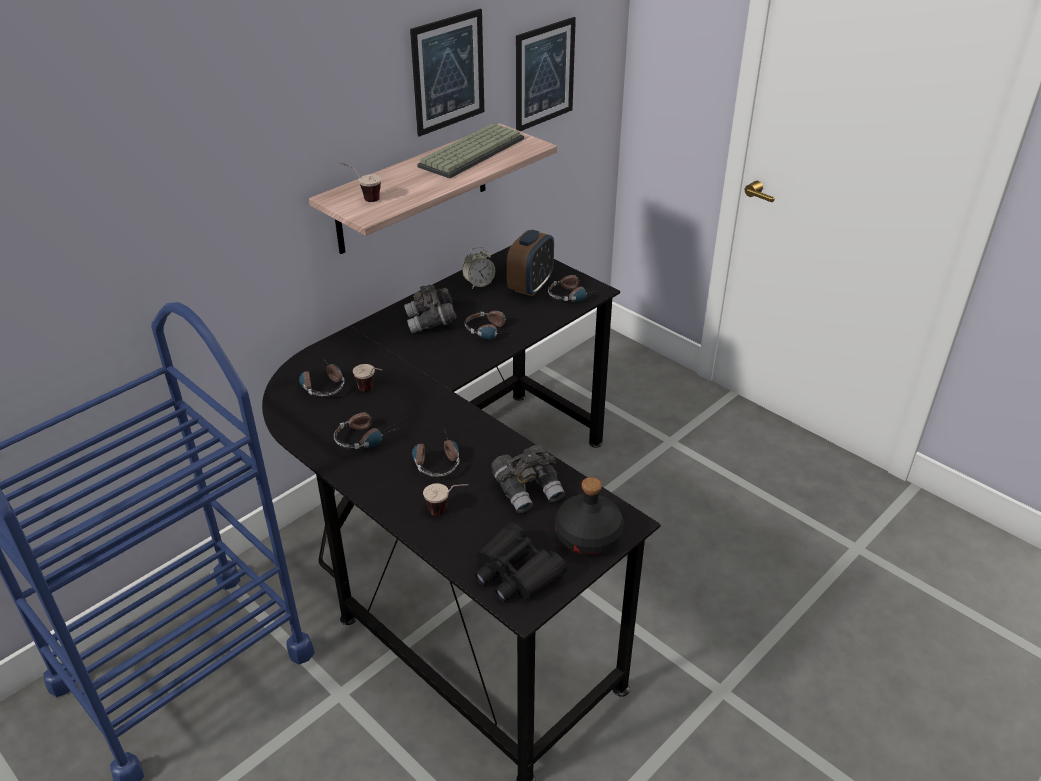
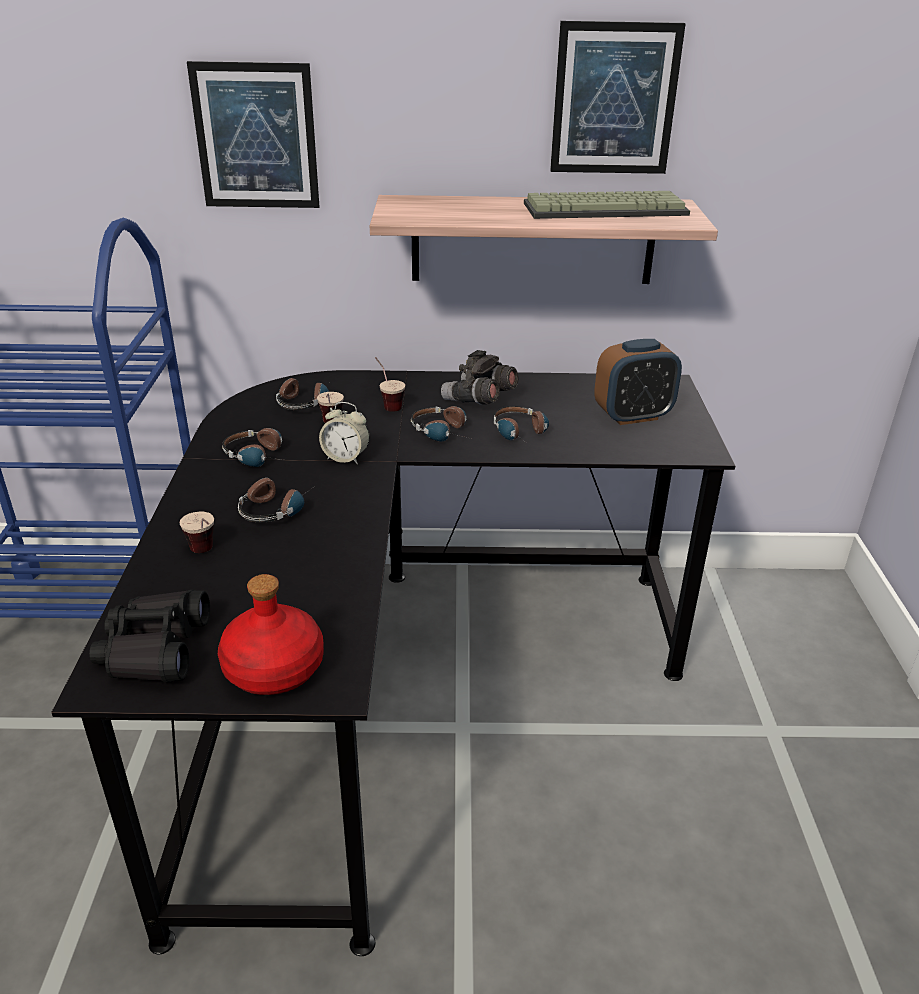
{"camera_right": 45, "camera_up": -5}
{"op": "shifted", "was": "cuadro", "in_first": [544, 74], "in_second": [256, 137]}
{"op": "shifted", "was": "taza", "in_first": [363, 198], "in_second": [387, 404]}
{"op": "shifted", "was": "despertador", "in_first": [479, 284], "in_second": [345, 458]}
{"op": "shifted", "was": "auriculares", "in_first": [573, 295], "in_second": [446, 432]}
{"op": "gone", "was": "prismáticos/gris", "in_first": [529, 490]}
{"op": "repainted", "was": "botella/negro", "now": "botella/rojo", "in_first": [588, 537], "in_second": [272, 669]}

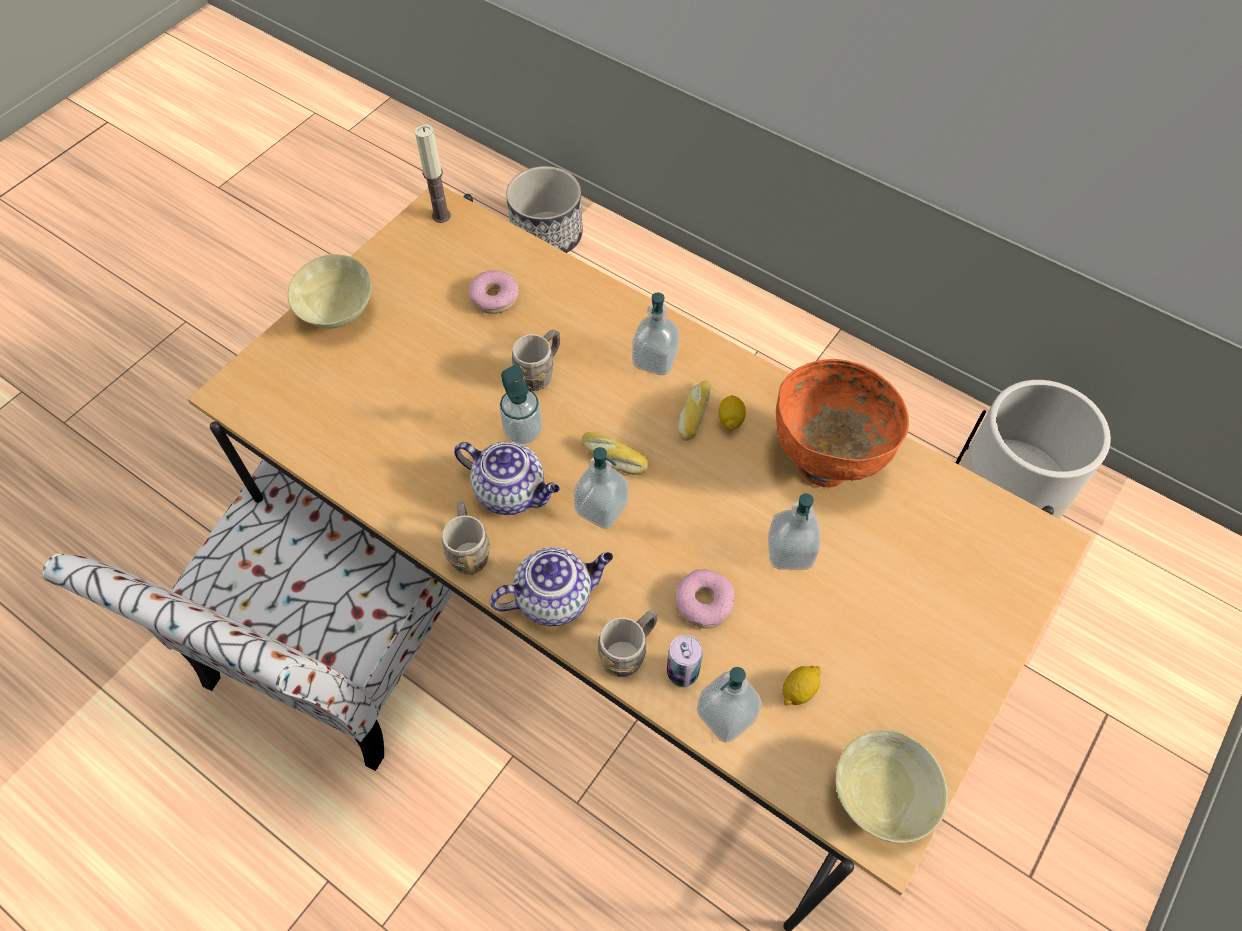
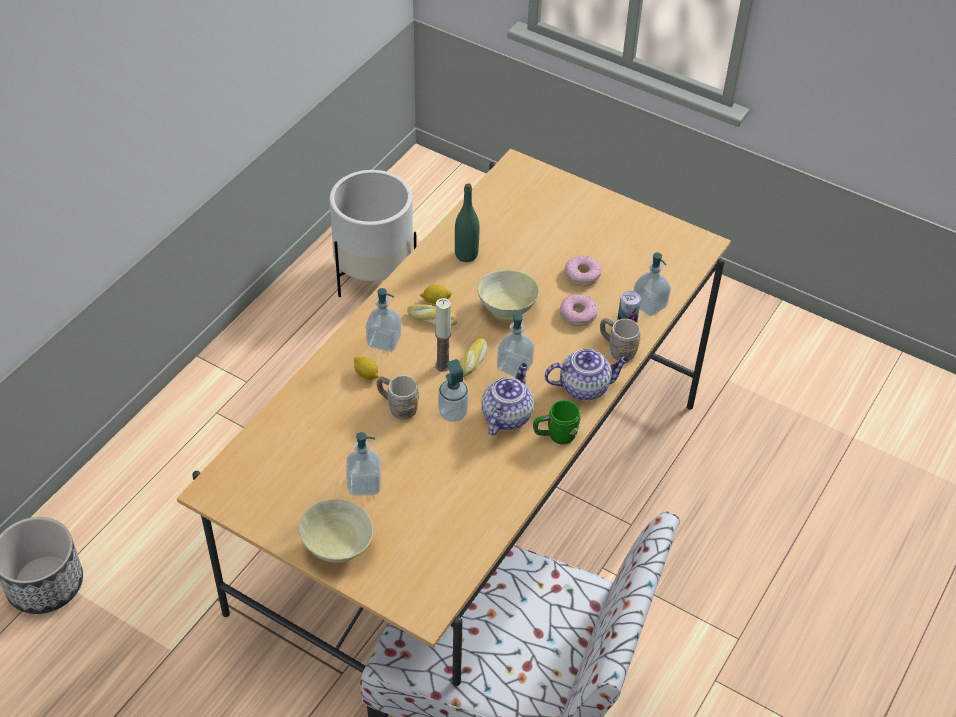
{"camera_right": -95, "camera_up": -10}
{"op": "shifted", "was": "vela", "in_first": [441, 216], "in_second": [442, 365]}
{"op": "shifted", "was": "rosquilla", "in_first": [494, 297], "in_second": [581, 275]}
{"op": "swapped", "was": "cuenco/naranja", "now": "botella/verde", "in_first": [826, 460], "in_second": [466, 255]}
{"op": "shifted", "was": "dispensador de jabón", "in_first": [790, 552], "in_second": [364, 484]}
{"op": "repainted", "was": "taza grande/gris", "now": "taza grande/verde", "in_first": [469, 549], "in_second": [555, 435]}
{"op": "rotated", "was": "tetera", "in_first": [555, 597], "in_second": [585, 387], "clockwise": 105}
{"op": "shifted", "was": "limón", "in_first": [799, 690], "in_second": [366, 374]}
{"op": "shifted", "was": "cuenco/beis", "in_first": [881, 799], "in_second": [508, 309]}

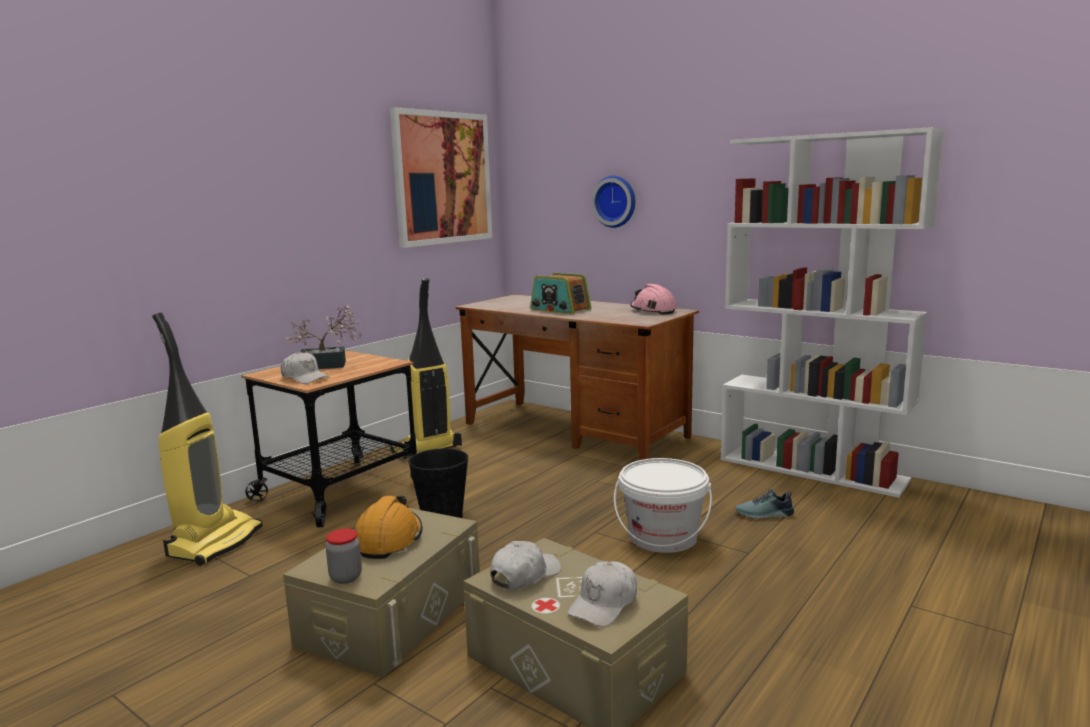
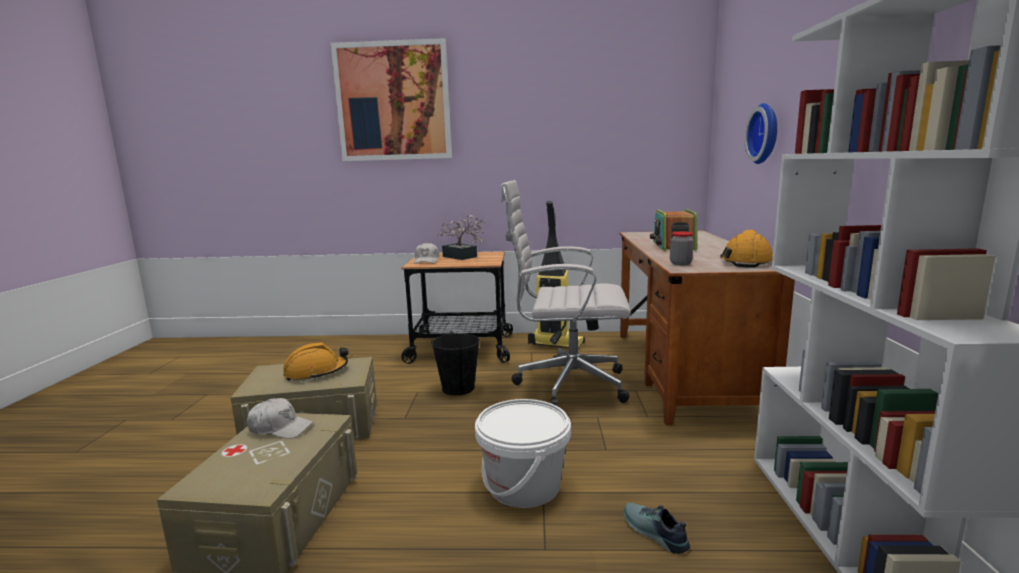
{"camera_right": 55, "camera_up": 0}
{"op": "shifted", "was": "cuadro", "in_first": [443, 178], "in_second": [393, 102]}
{"op": "repainted", "was": "casco/rosa", "now": "casco/naranja", "in_first": [653, 310], "in_second": [747, 261]}
{"op": "gone", "was": "aspiradora", "in_first": [215, 542]}
{"op": "shifted", "was": "tarro", "in_first": [345, 577], "in_second": [680, 263]}
{"op": "gone", "was": "gorra/blanco", "in_first": [604, 604]}
{"op": "new", "now": "silla de oficina/blanco", "in_second": [566, 385]}

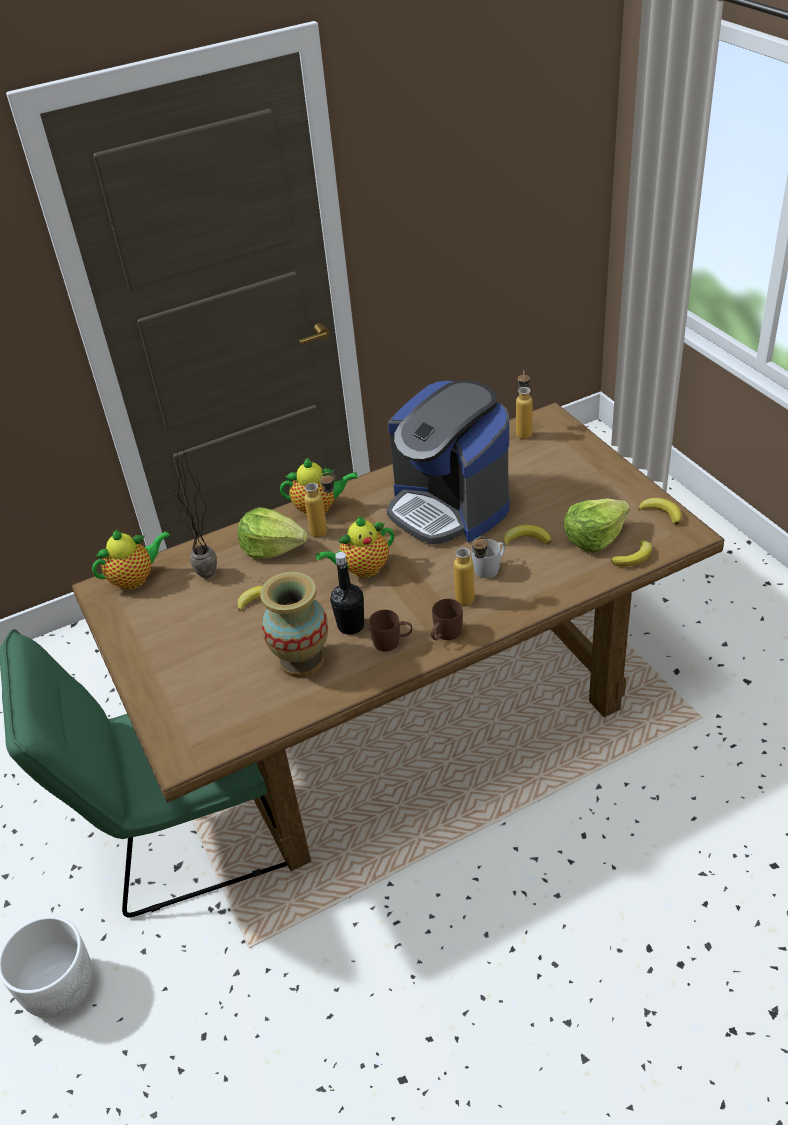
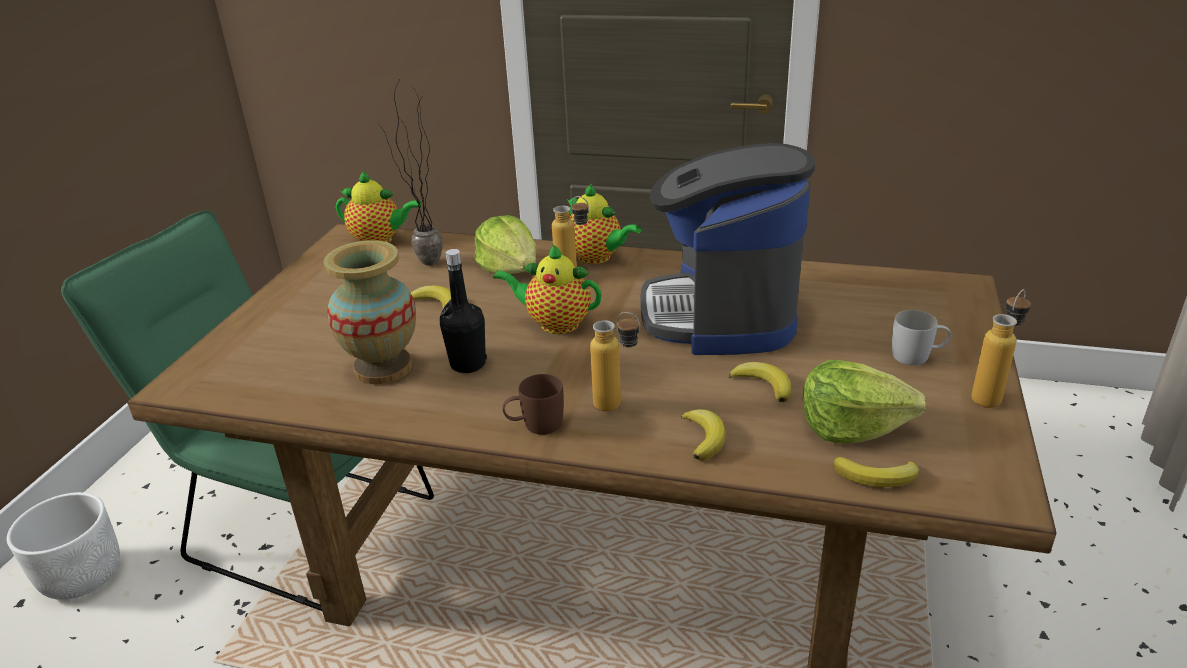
{"camera_right": 40, "camera_up": -10}
{"op": "shifted", "was": "botella", "in_first": [523, 431], "in_second": [991, 395]}
{"op": "shifted", "was": "plátano", "in_first": [661, 513], "in_second": [704, 437]}
{"op": "shifted", "was": "taza grande/blanco", "in_first": [490, 568], "in_second": [917, 356]}
{"op": "gone", "was": "taza grande/marrón", "in_first": [392, 642]}

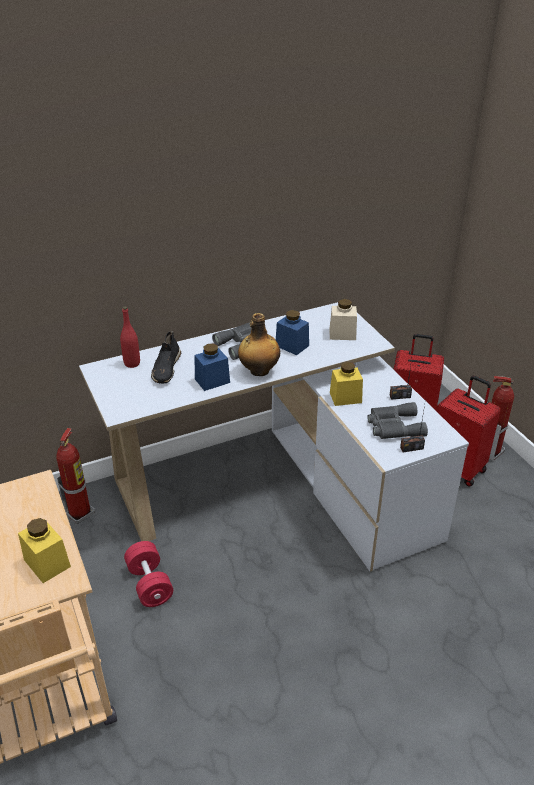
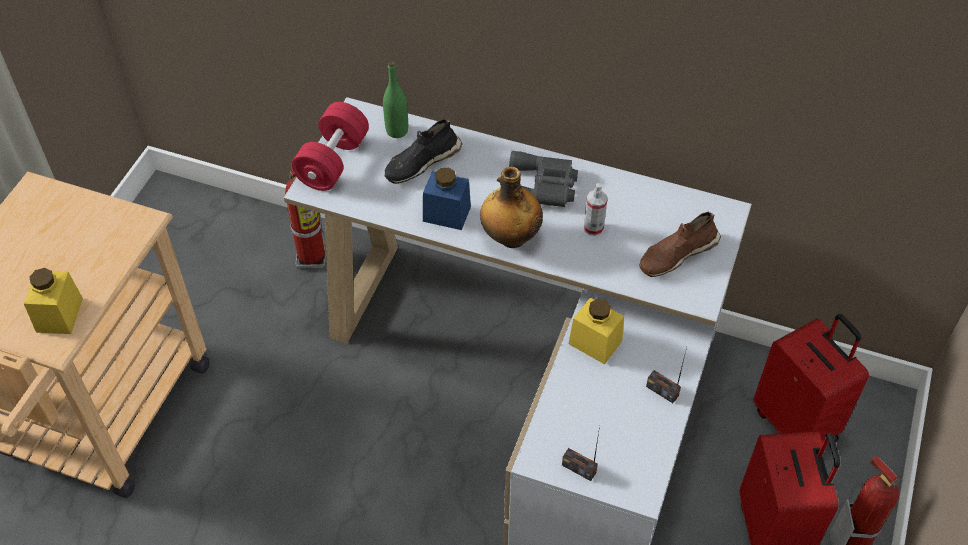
{"camera_right": 45, "camera_up": 15}
{"op": "swapped", "was": "tarro/beis", "now": "zapato/marrón", "in_first": [342, 334], "in_second": [677, 254]}
{"op": "repainted", "was": "botella/rojo", "now": "botella/verde", "in_first": [132, 363], "in_second": [397, 131]}
{"op": "swapped", "was": "tarro/azul", "now": "pulverizador", "in_first": [292, 346], "in_second": [593, 228]}
{"op": "gone", "was": "prismáticos/gris", "in_first": [393, 426]}
{"op": "shifted", "was": "mancuerna/rojo", "in_first": [149, 584], "in_second": [333, 162]}

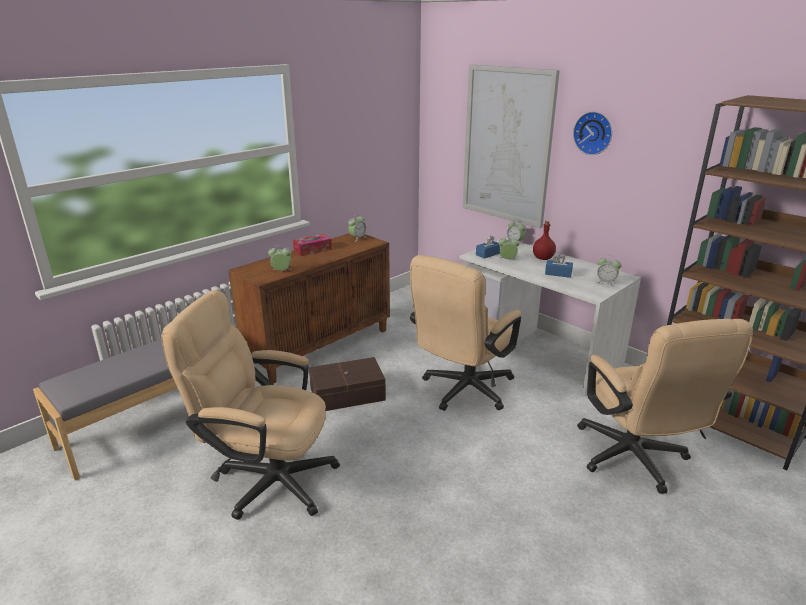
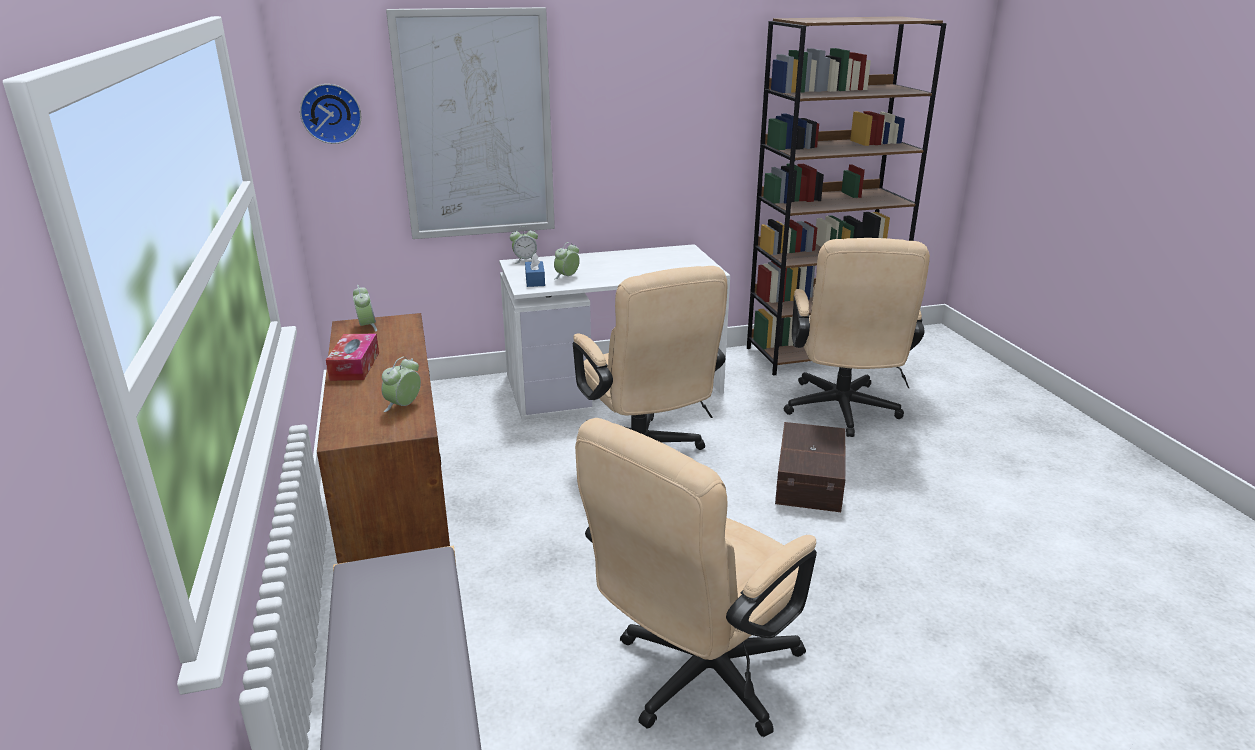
{"camera_right": -60, "camera_up": 0}
{"op": "shifted", "was": "reloj de pared", "in_first": [594, 133], "in_second": [331, 113]}
{"op": "gone", "was": "botella/rojo", "in_first": [542, 258]}
{"op": "gone", "was": "caja de pañuelos/azul", "in_first": [558, 273]}
{"op": "gone", "was": "despertador", "in_first": [606, 282]}
{"op": "rotated", "was": "silla de oficina/beis", "in_first": [636, 461], "in_second": [842, 413], "clockwise": 75}
{"op": "shifted", "was": "caja de almacenaje/marrón", "in_first": [348, 394], "in_second": [811, 480]}

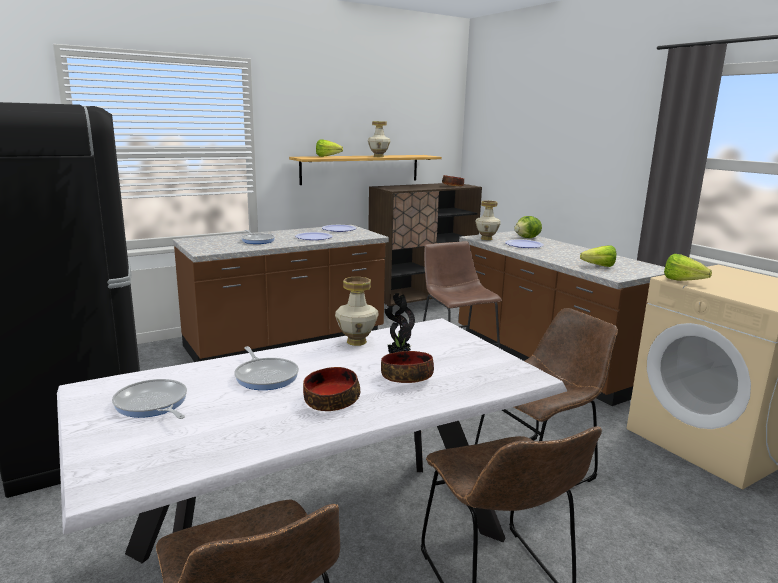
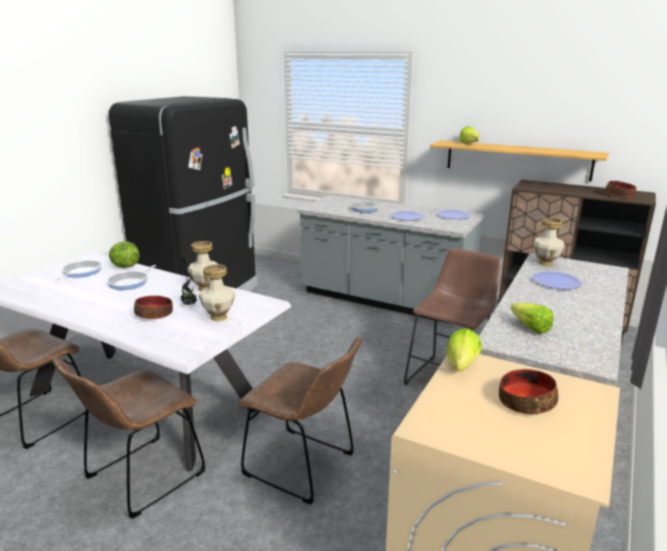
{"camera_right": 60, "camera_up": 5}
{"op": "shifted", "was": "florero", "in_first": [379, 156], "in_second": [219, 317]}
{"op": "shifted", "was": "lechuga", "in_first": [527, 238], "in_second": [125, 266]}
{"op": "repainted", "was": "mueble bajo de cocina/marrón", "now": "mueble bajo de cocina/gris", "in_first": [286, 341], "in_second": [385, 300]}
{"op": "shifted", "was": "cuenco", "in_first": [331, 400], "in_second": [526, 402]}

